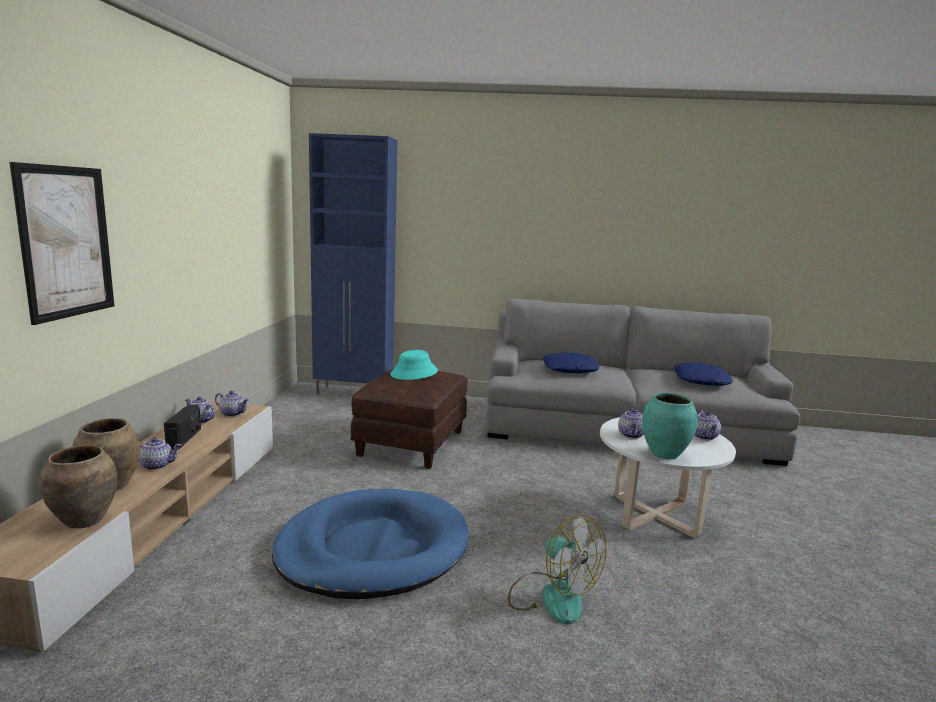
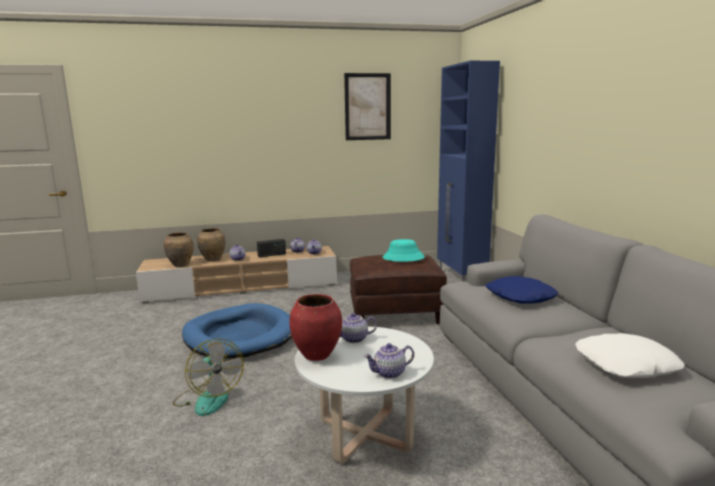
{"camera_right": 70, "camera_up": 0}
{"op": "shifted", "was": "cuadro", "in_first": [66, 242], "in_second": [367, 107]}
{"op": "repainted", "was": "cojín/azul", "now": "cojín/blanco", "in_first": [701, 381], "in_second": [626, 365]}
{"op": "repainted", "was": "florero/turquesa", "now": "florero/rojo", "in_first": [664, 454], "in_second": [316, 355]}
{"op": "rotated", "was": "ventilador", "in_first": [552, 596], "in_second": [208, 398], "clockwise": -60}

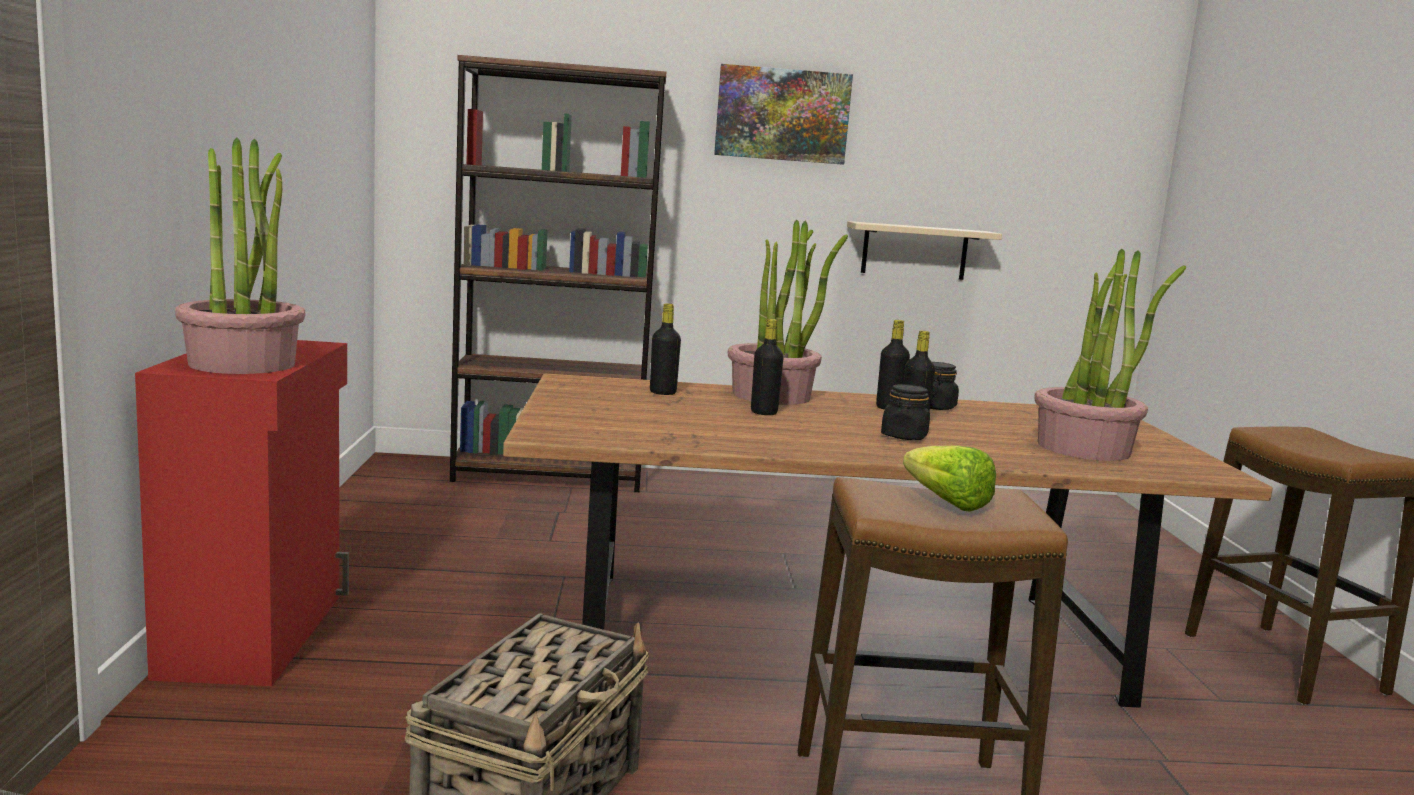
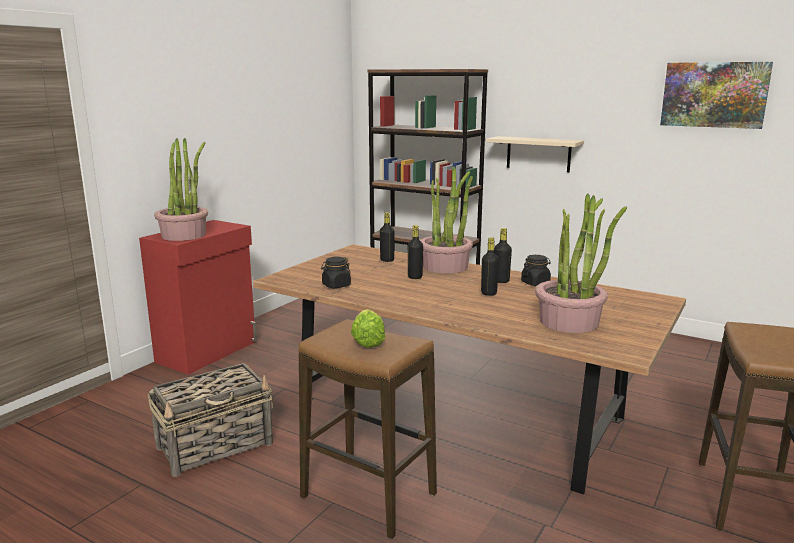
{"camera_right": 35, "camera_up": 5}
{"op": "shifted", "was": "cuadro", "in_first": [782, 115], "in_second": [714, 94]}
{"op": "shifted", "was": "estante/beis", "in_first": [914, 251], "in_second": [538, 154]}
{"op": "shifted", "was": "tarro/negro", "in_first": [904, 436], "in_second": [336, 285]}

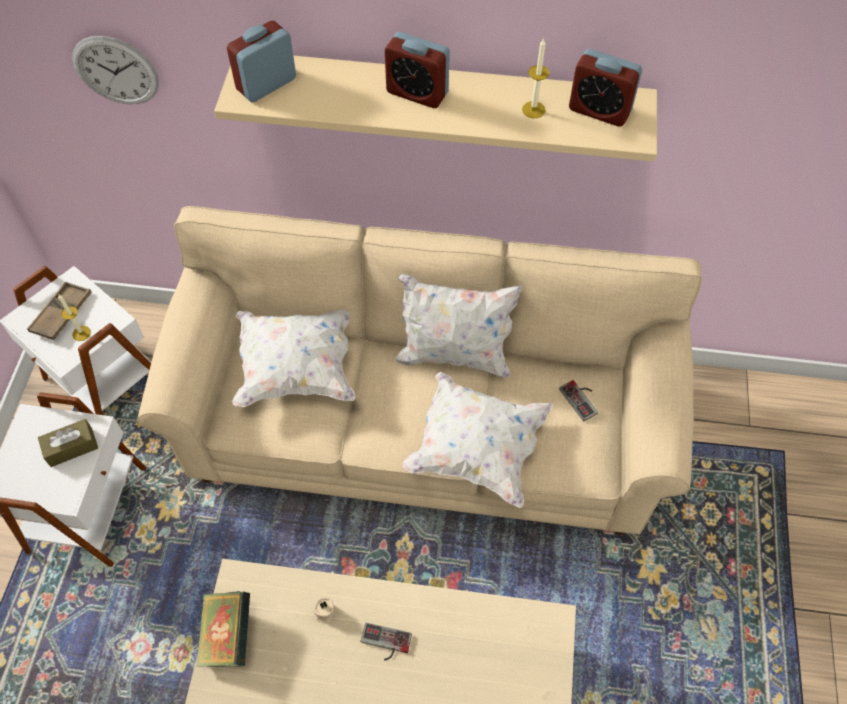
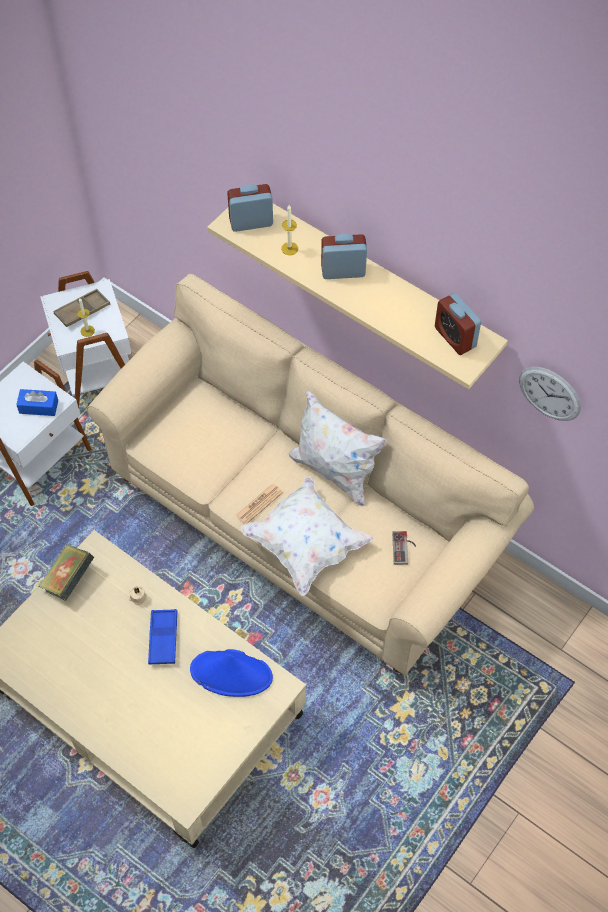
{"camera_right": 30, "camera_up": 0}
{"op": "rotated", "was": "despertador", "in_first": [417, 93], "in_second": [343, 271], "clockwise": 120}
{"op": "shifted", "was": "reloj de pared", "in_first": [116, 71], "in_second": [549, 393]}
{"op": "shifted", "was": "vela", "in_first": [533, 110], "in_second": [289, 248]}
{"op": "gone", "was": "cojín/blanco", "in_first": [296, 368]}
{"op": "repainted", "was": "caja de pañuelos/marrón", "now": "caja de pañuelos/azul", "in_first": [71, 447], "in_second": [38, 407]}
{"op": "swapped", "was": "mando de consola", "now": "bandeja/azul", "in_first": [385, 644], "in_second": [163, 638]}
{"op": "new", "now": "periódico", "in_second": [259, 504]}
{"op": "new", "now": "sombrero/azul", "in_second": [231, 673]}

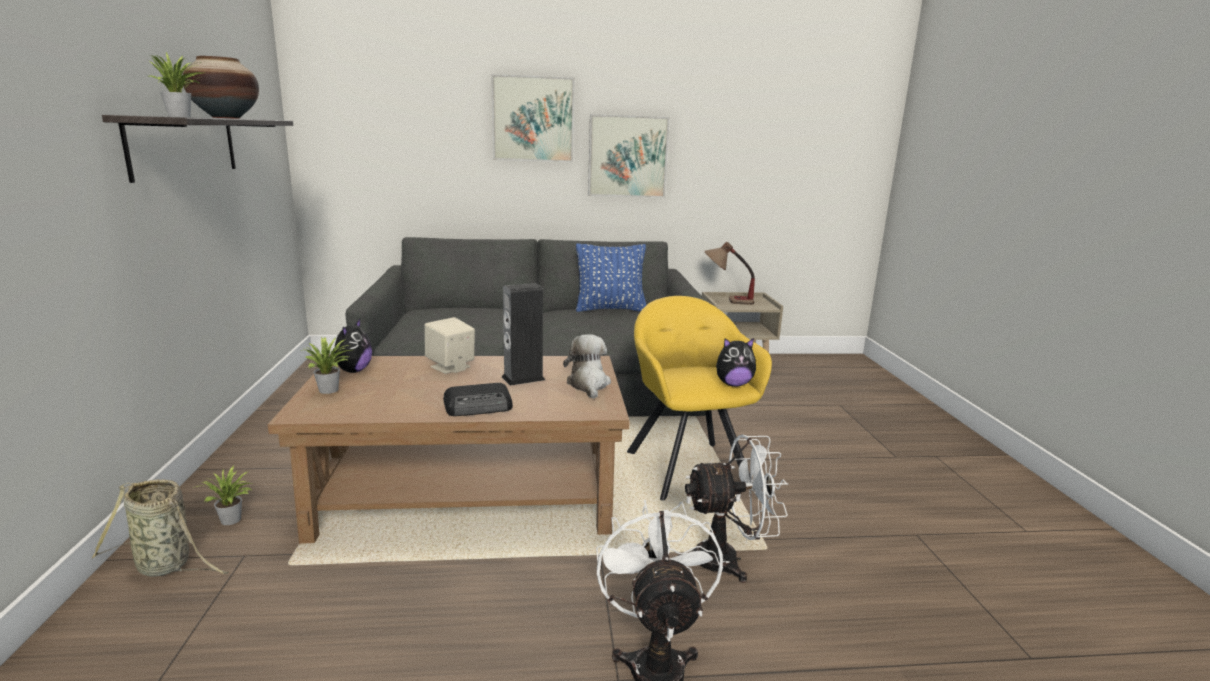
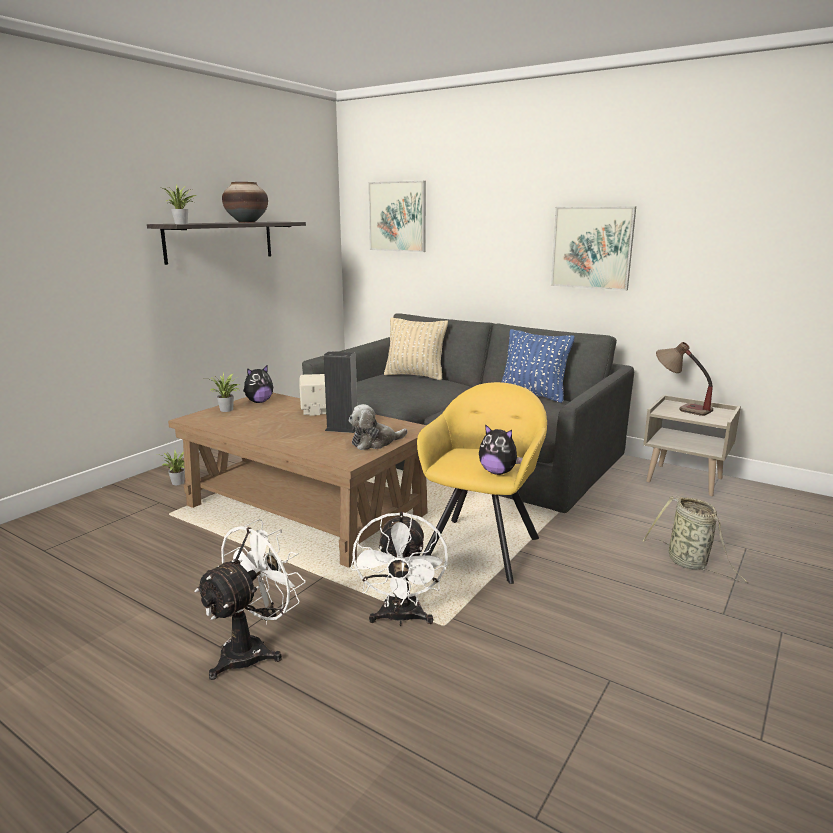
{"camera_right": 40, "camera_up": 0}
{"op": "shifted", "was": "cuadro", "in_first": [533, 119], "in_second": [397, 216]}
{"op": "rotated", "was": "peluche", "in_first": [588, 384], "in_second": [375, 442], "clockwise": -150}
{"op": "gone", "was": "radio", "in_first": [479, 406]}
{"op": "rotated", "was": "ventilador/blanco", "in_first": [727, 560], "in_second": [401, 618], "clockwise": 60}
{"op": "shifted", "was": "cesta", "in_first": [167, 566], "in_second": [690, 563]}
{"op": "new", "now": "cojín/beis", "in_second": [415, 375]}

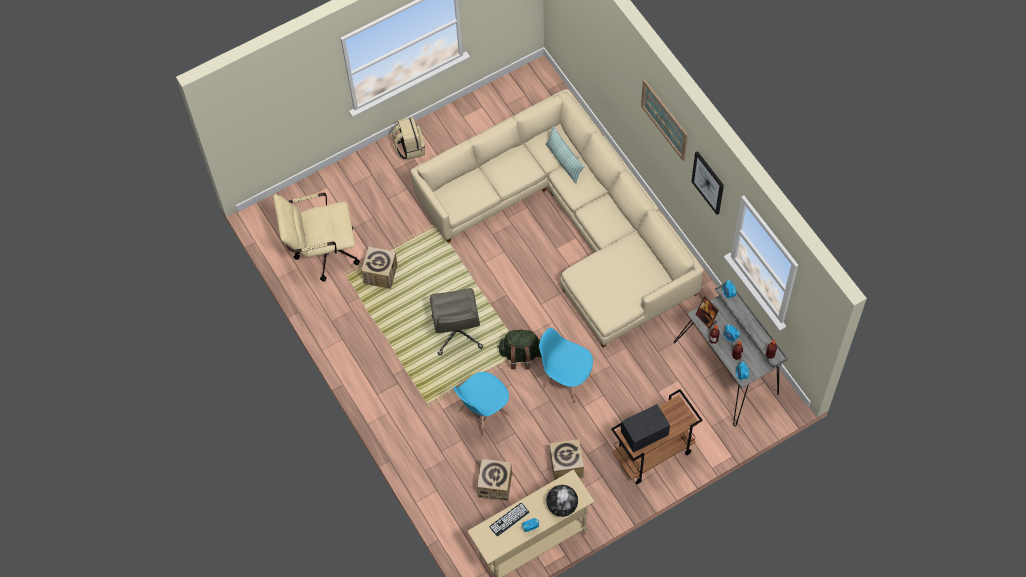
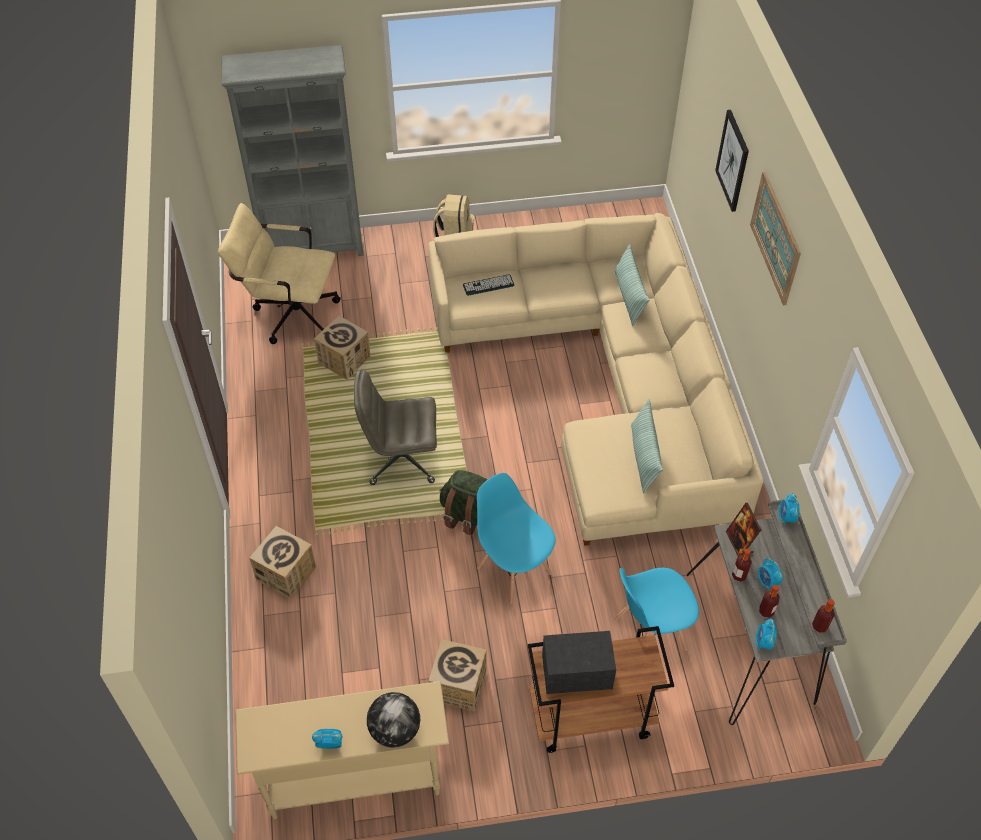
{"camera_right": 20, "camera_up": -10}
{"op": "shifted", "was": "cuadro", "in_first": [708, 182], "in_second": [733, 160]}
{"op": "rotated", "was": "silla de oficina/gris", "in_first": [457, 333], "in_second": [401, 459], "clockwise": 75}
{"op": "shifted", "was": "silla/azul", "in_first": [483, 413], "in_second": [649, 634]}
{"op": "shifted", "was": "caja de cartón", "in_first": [495, 485], "in_second": [286, 573]}
{"op": "shifted", "was": "teclado", "in_first": [509, 519], "in_second": [488, 285]}
{"op": "new", "now": "estantería/gris", "in_second": [313, 247]}
{"op": "new", "now": "cojín", "in_second": [644, 458]}

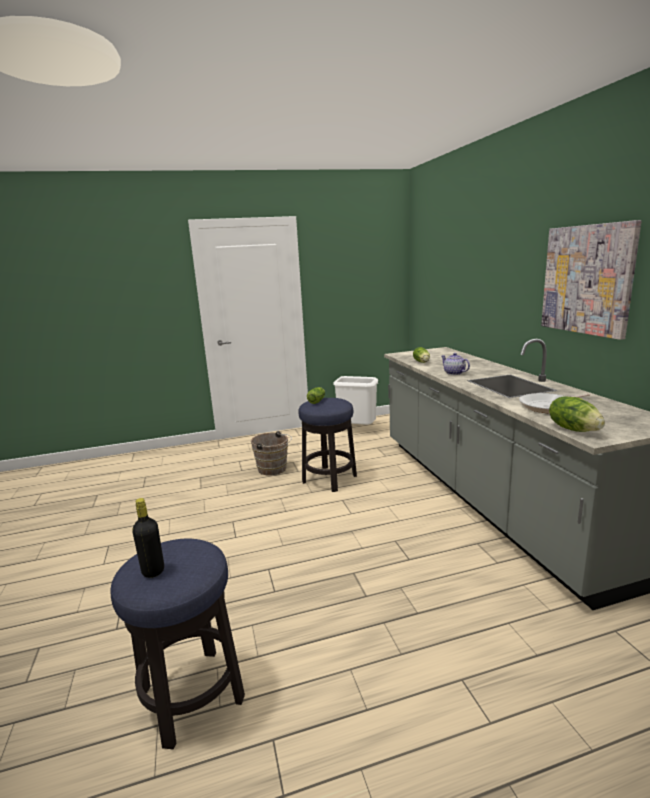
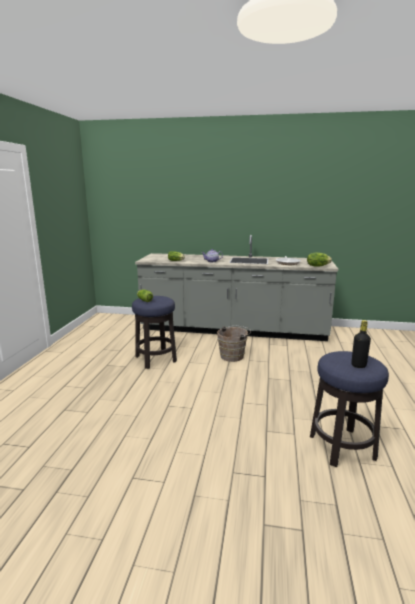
{"camera_right": -65, "camera_up": 0}
{"op": "gone", "was": "cuadro", "in_first": [587, 279]}
{"op": "gone", "was": "papelera/blanco", "in_first": [357, 430]}
{"op": "shifted", "was": "cubo/marrón", "in_first": [274, 469], "in_second": [233, 356]}

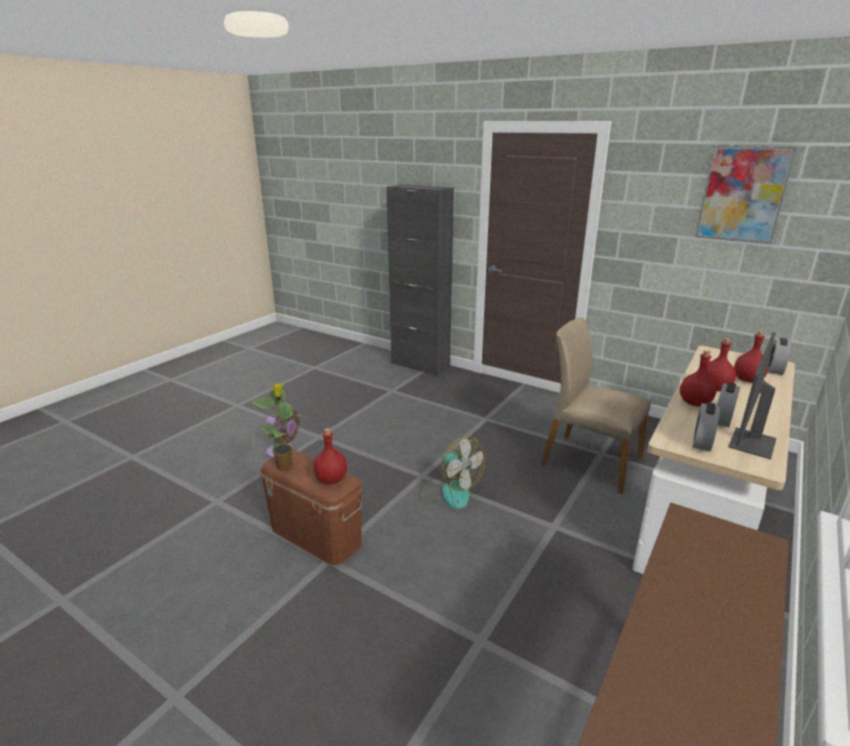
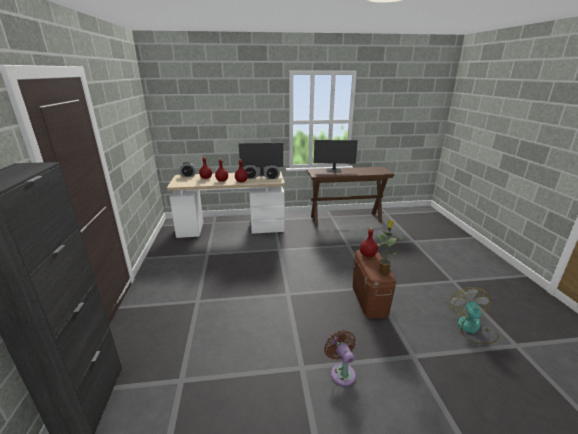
{"camera_right": -130, "camera_up": 0}
{"op": "gone", "was": "cuadro", "in_first": [742, 194]}
{"op": "gone", "was": "silla/beis", "in_first": [590, 461]}
{"op": "shifted", "was": "ventilador", "in_first": [449, 491], "in_second": [472, 329]}
{"op": "new", "now": "monitor", "in_second": [333, 170]}

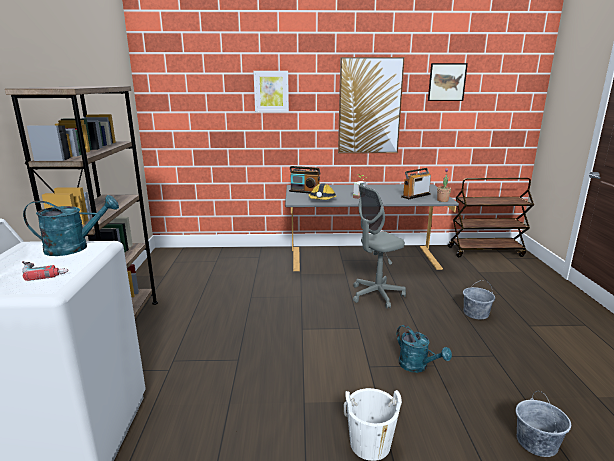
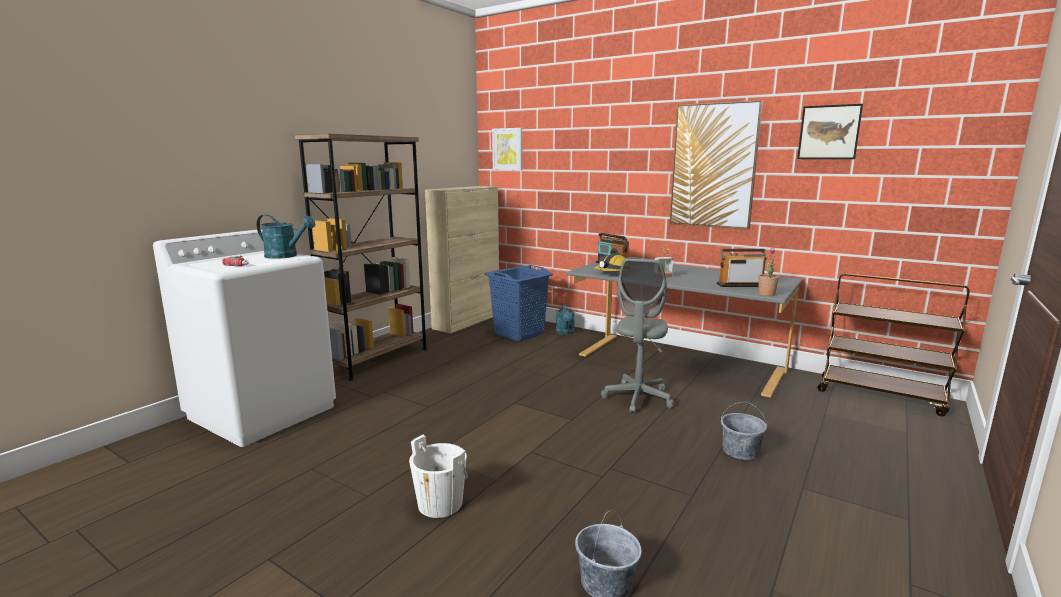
{"camera_right": 35, "camera_up": -5}
{"op": "shifted", "was": "cuadro", "in_first": [271, 91], "in_second": [508, 149]}
{"op": "rotated", "was": "silla de oficina/gris", "in_first": [377, 295], "in_second": [638, 398], "clockwise": -75}
{"op": "shifted", "was": "regadera/turquesa", "in_first": [417, 366], "in_second": [565, 333]}
{"op": "new", "now": "armario/beis", "in_second": [467, 321]}
{"op": "new", "now": "cesto de la ropa/azul", "in_second": [519, 334]}

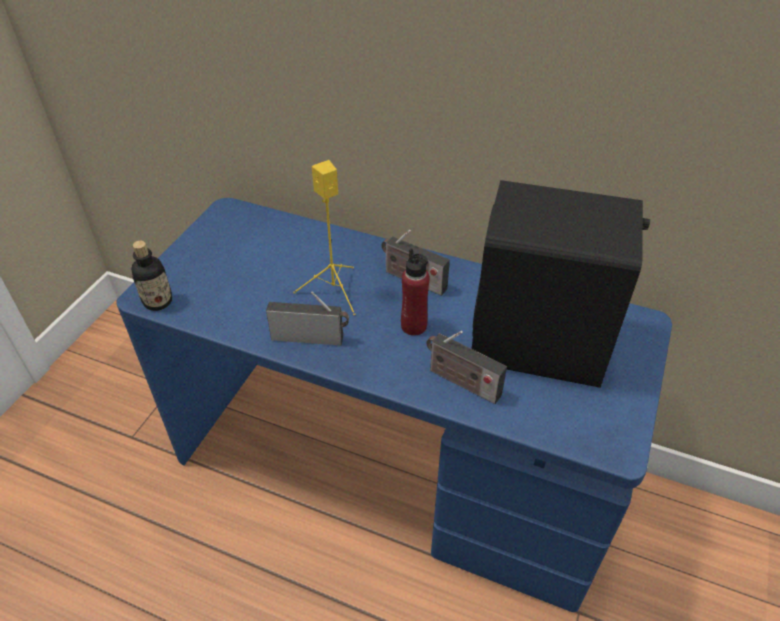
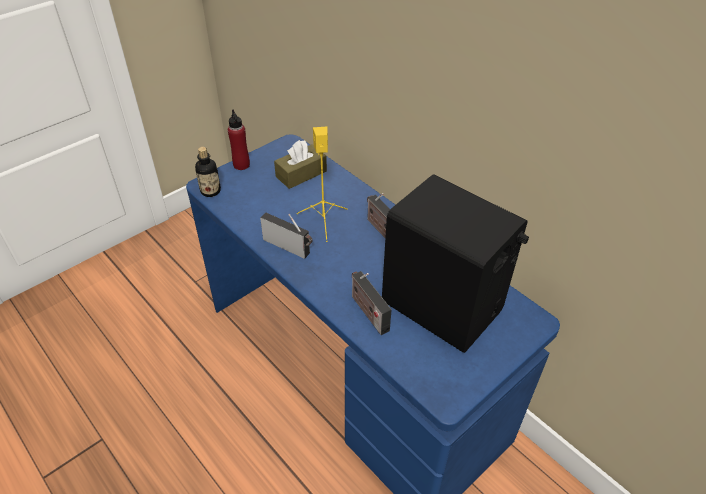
{"camera_right": 25, "camera_up": 0}
{"op": "shifted", "was": "botella/rojo", "in_first": [414, 326], "in_second": [241, 165]}
{"op": "new", "now": "caja de pañuelos/marrón", "in_second": [301, 174]}

